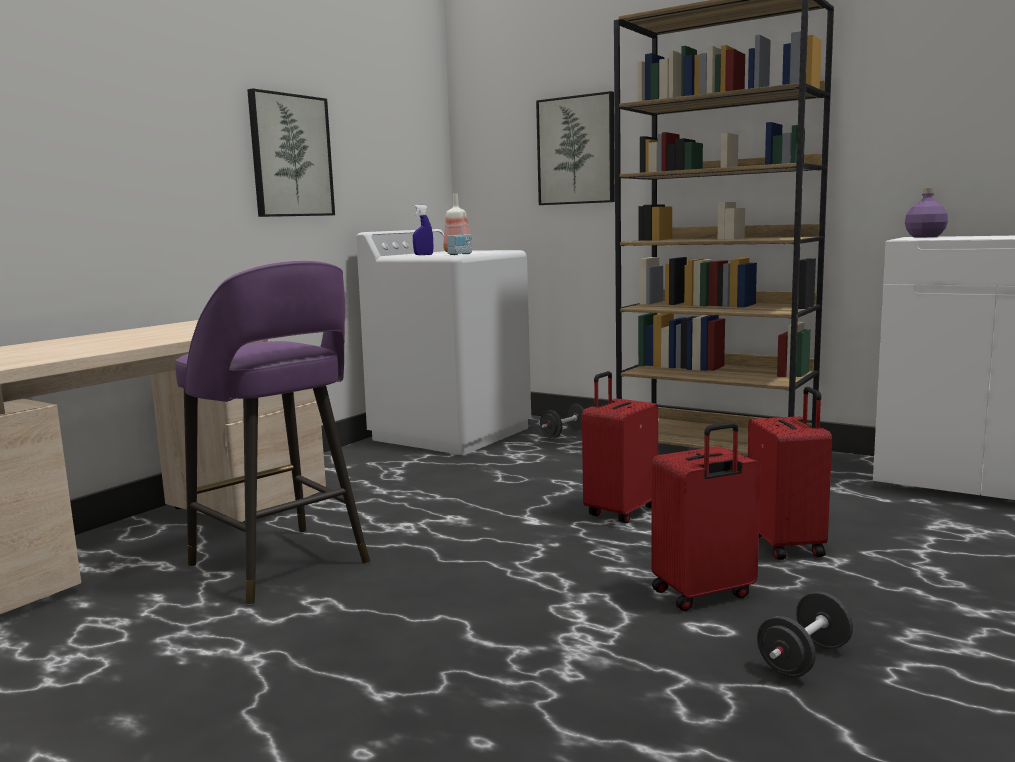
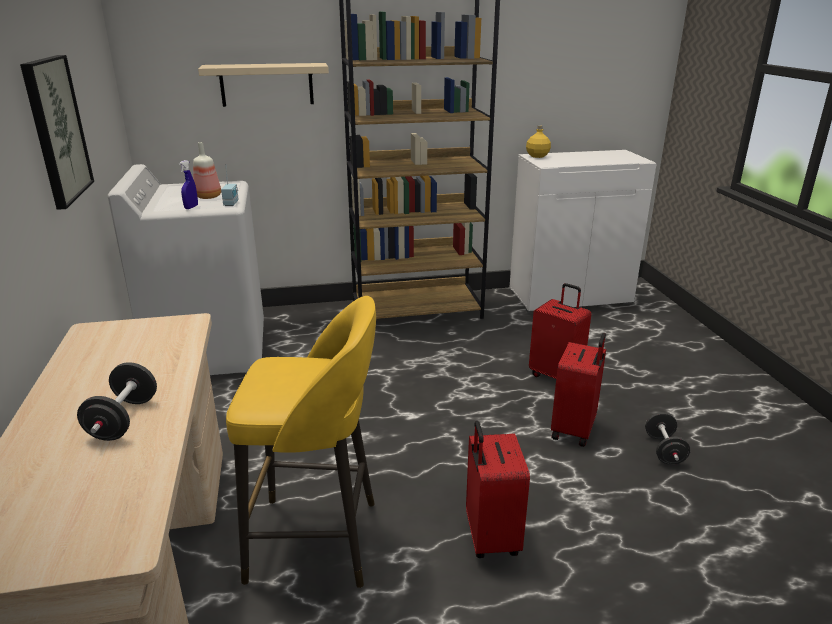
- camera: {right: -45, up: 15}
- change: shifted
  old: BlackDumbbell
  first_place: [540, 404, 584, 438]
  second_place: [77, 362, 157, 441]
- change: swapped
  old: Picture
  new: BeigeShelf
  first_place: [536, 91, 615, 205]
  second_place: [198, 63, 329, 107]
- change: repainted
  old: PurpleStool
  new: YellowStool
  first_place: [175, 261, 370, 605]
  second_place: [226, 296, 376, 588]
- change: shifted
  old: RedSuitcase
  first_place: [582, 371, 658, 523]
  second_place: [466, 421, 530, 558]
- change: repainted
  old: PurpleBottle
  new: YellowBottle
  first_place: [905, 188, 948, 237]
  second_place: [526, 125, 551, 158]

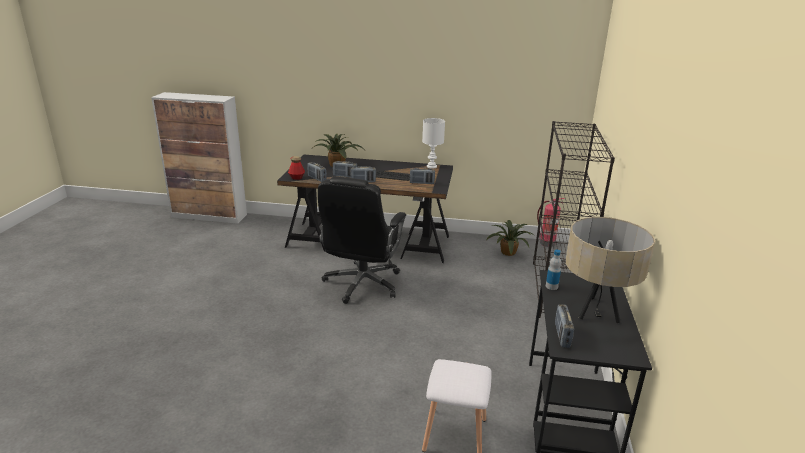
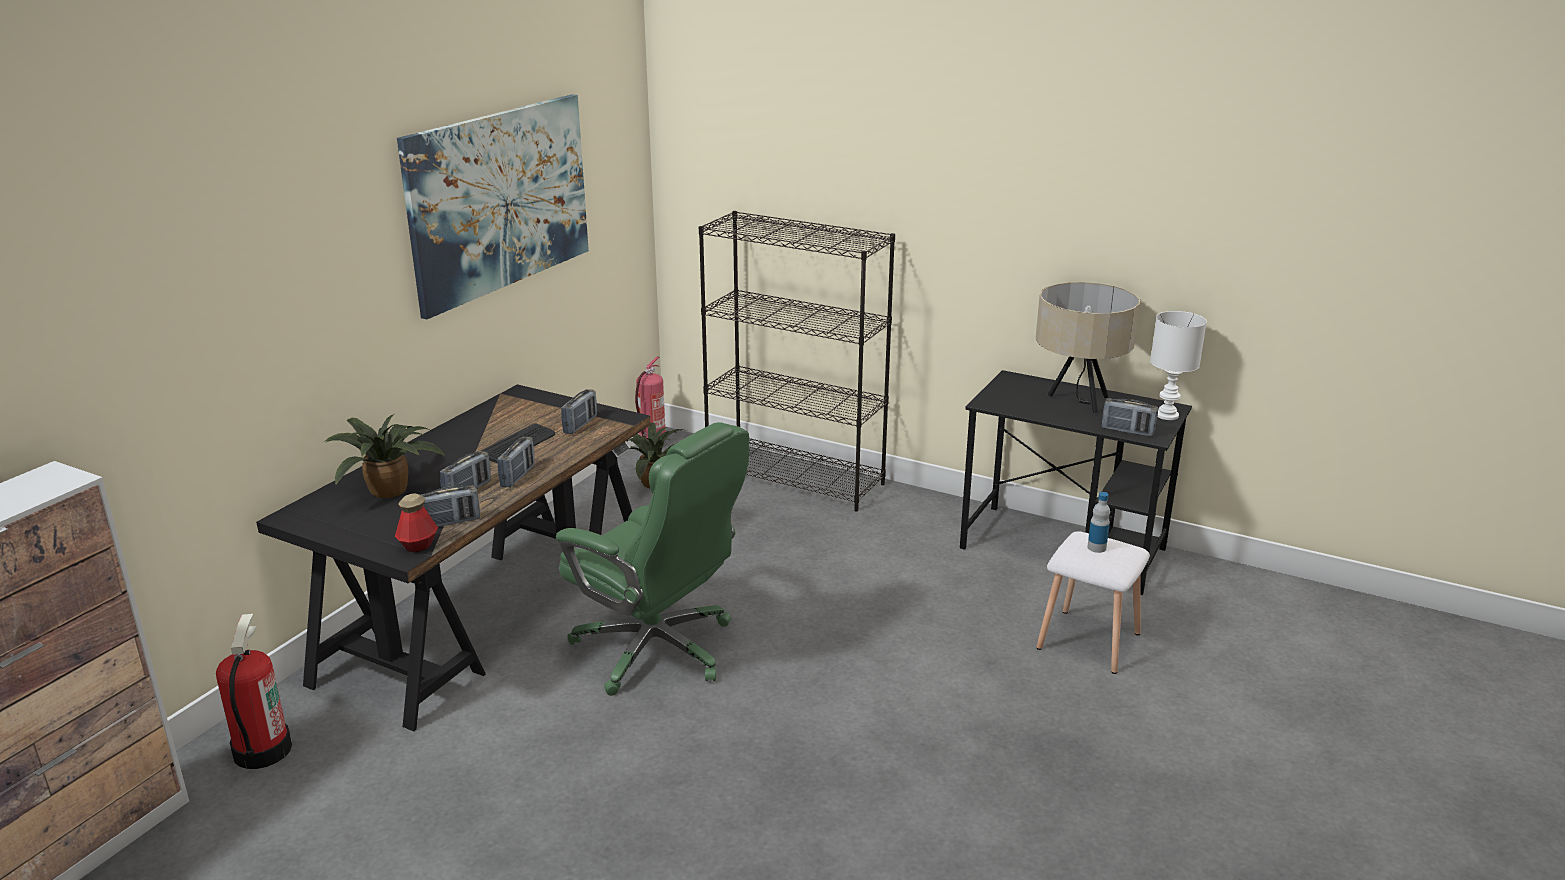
- camera: {right: -70, up: 0}
- change: new
  new: FireExtinguisher
  second_place: [216, 614, 292, 769]
- change: new
  new: Picture
  second_place: [397, 94, 589, 319]
- change: repainted
  old: BlackOfficeChair
  new: GreenOfficeChair
  first_place: [318, 176, 406, 304]
  second_place: [556, 422, 749, 696]
- change: shifted
  old: Bottle
  first_place: [546, 250, 561, 290]
  second_place: [1087, 492, 1110, 553]
- change: shifted
  old: WhiteTableLamp
  first_place: [422, 118, 445, 169]
  second_place: [1150, 311, 1207, 420]

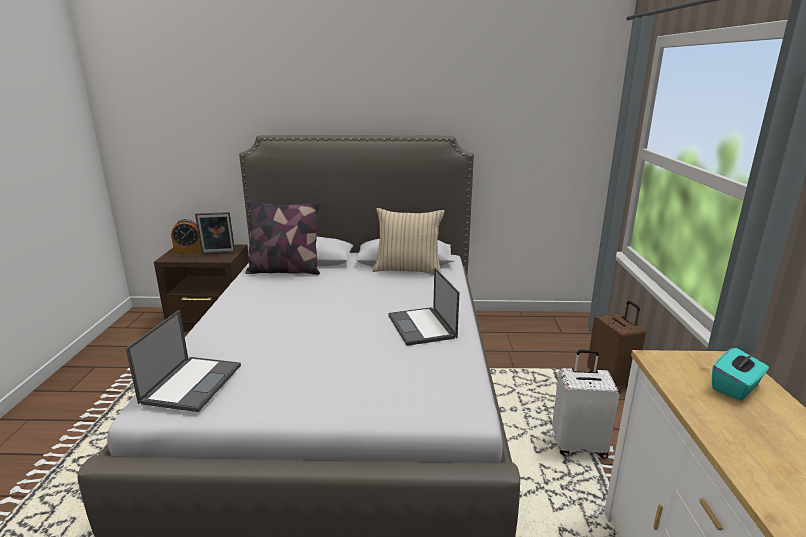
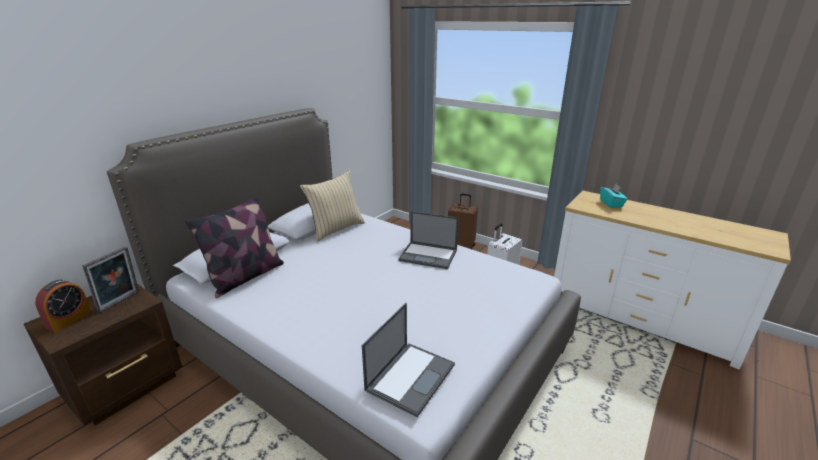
- camera: {right: -55, up: 5}
- change: rotated
  old: Laptop
  first_place: [126, 310, 241, 412]
  second_place: [362, 303, 455, 417]
  degrees: 75

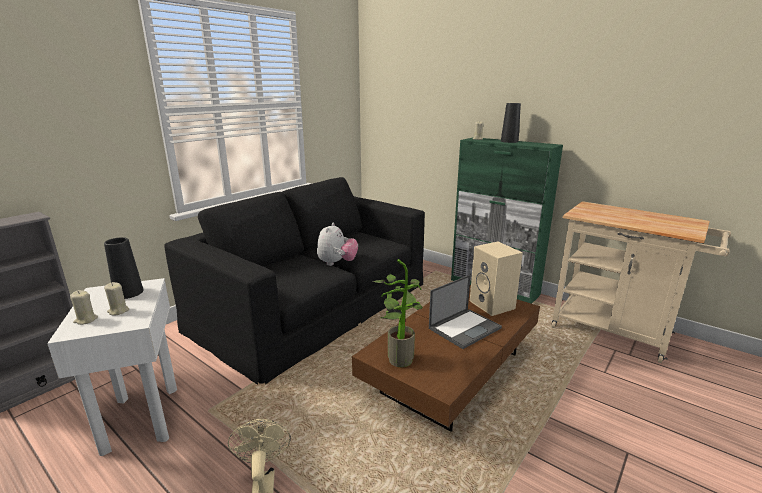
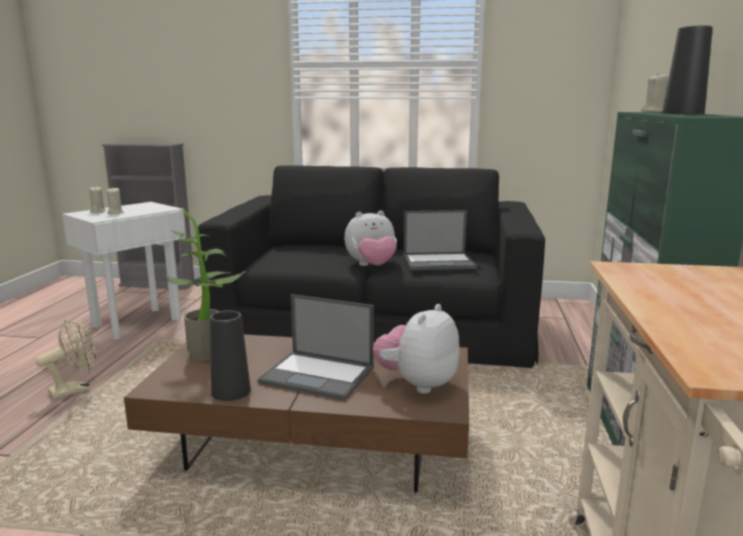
- camera: {right: 60, up: -5}
- change: shifted
  old: BlackVase
  first_place: [104, 237, 143, 299]
  second_place: [210, 310, 251, 401]
- change: swapped
  old: BeigeSpeaker
  new: PlushToy
  first_place: [470, 241, 523, 316]
  second_place: [373, 304, 460, 394]
- change: new
  new: Laptop
  second_place: [404, 210, 477, 270]

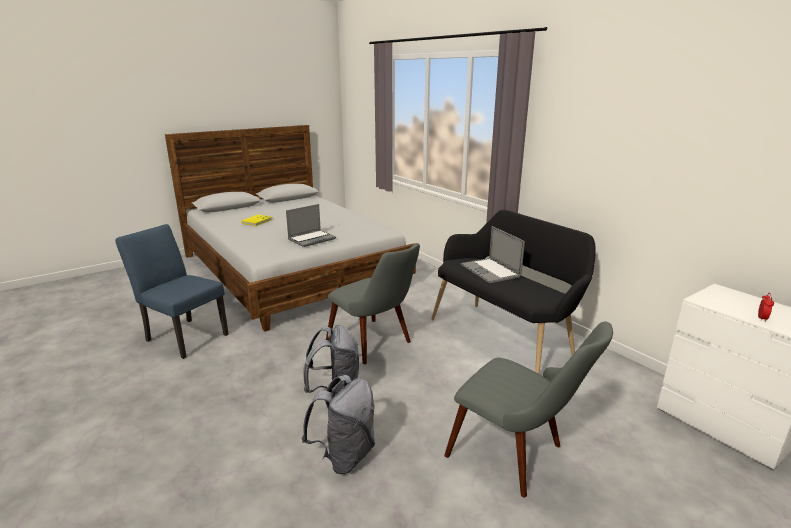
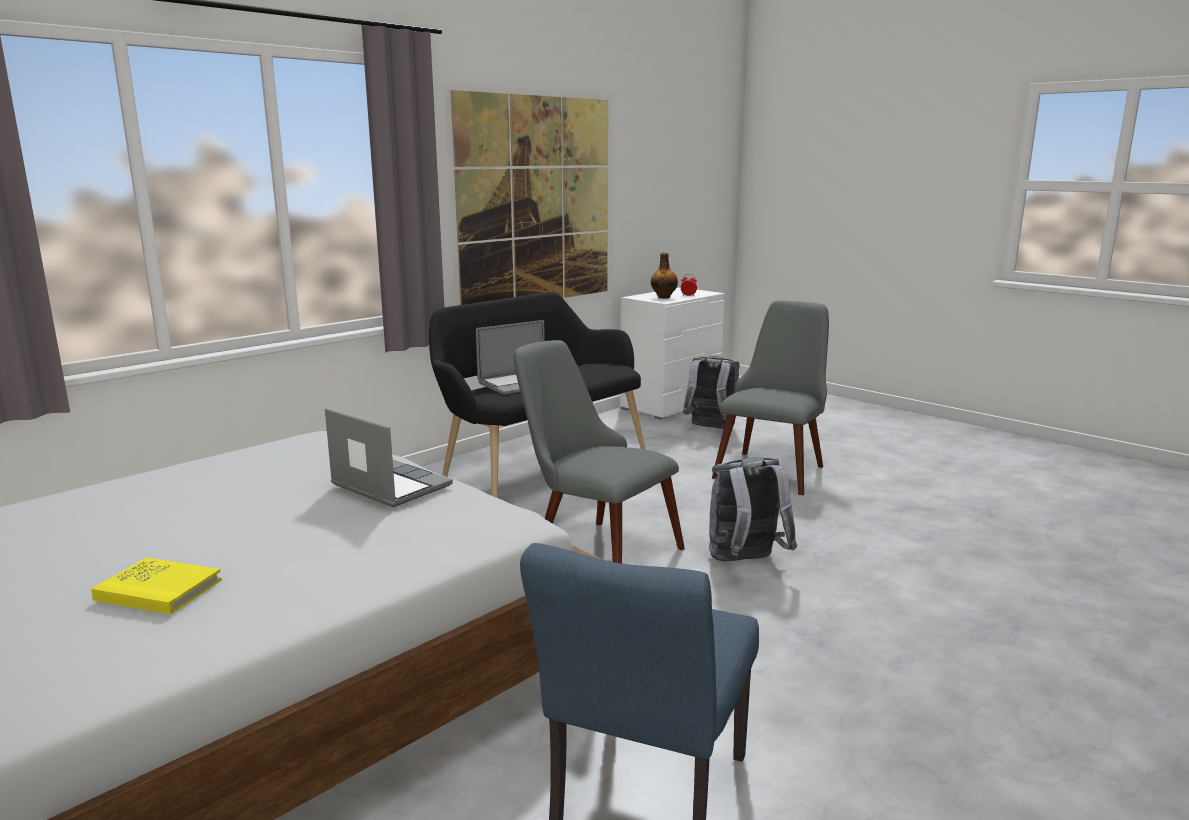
- camera: {right: -100, up: -5}
- change: new
  new: Picture
  second_place: [450, 90, 608, 305]
- change: rotated
  old: GreyChair
  first_place: [326, 243, 420, 364]
  second_place: [514, 340, 685, 563]
  degrees: -90
- change: new
  new: Bottle
  second_place: [651, 253, 678, 298]
- change: shifted
  old: GreyBackpack
  first_place: [302, 375, 375, 474]
  second_place: [683, 355, 740, 429]

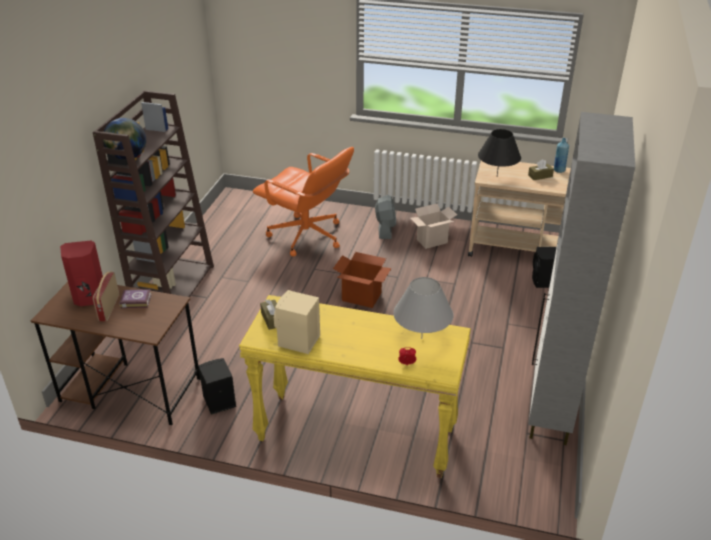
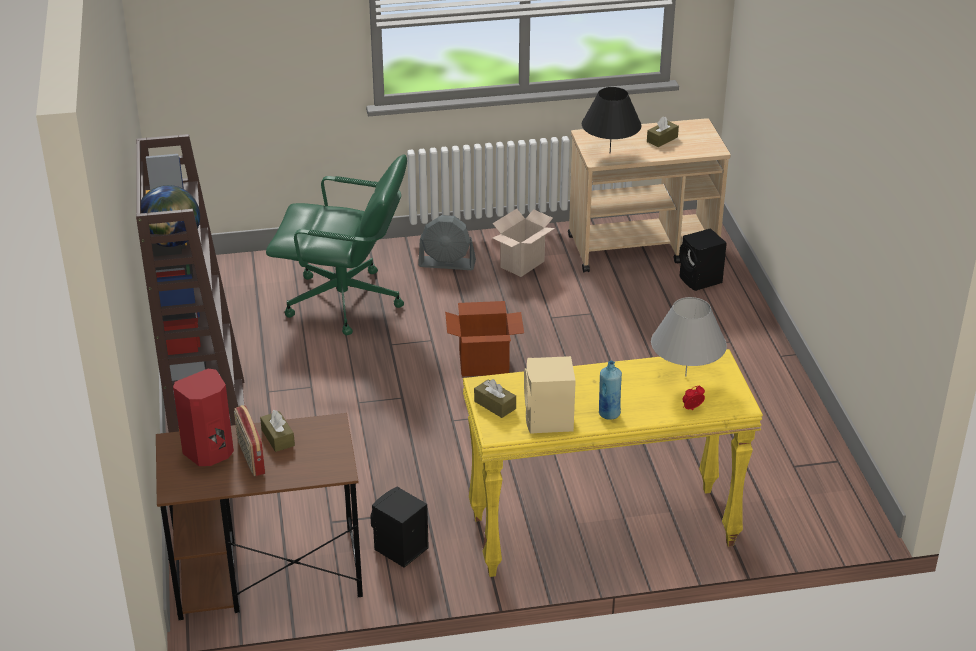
- camera: {right: -25, up: 0}
- change: swapped
  old: Book
  new: BrownTissueBox
  first_place: [119, 289, 152, 308]
  second_place: [260, 409, 295, 452]
- change: repainted
  old: OrangeOfficeChair
  new: GreenOfficeChair
  first_place: [253, 147, 354, 256]
  second_place: [266, 154, 407, 335]
- change: rotated
  old: GreyFan
  first_place: [375, 195, 396, 239]
  second_place: [418, 215, 476, 270]
  degrees: 120
- change: shifted
  old: BlueBottle
  first_place: [554, 138, 569, 173]
  second_place: [599, 361, 622, 420]
- change: gone
  old: GreyCabinet
  first_place: [528, 112, 635, 445]

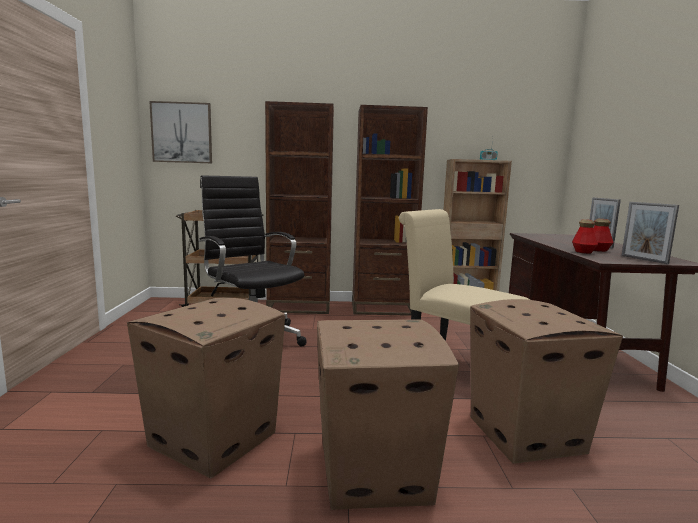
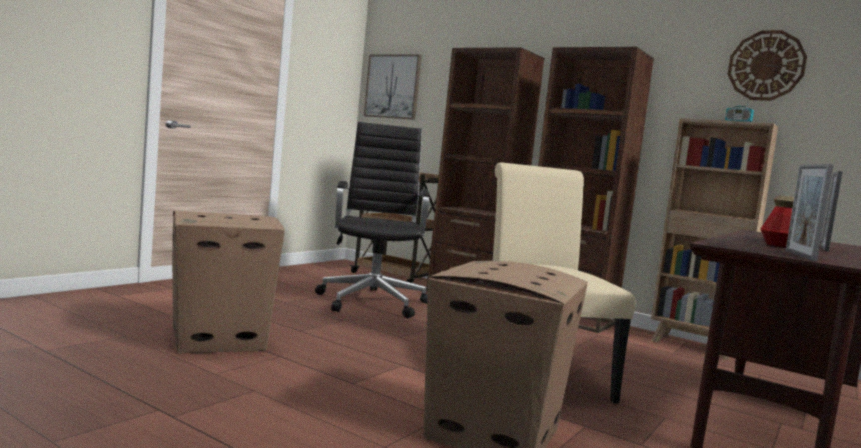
- camera: {right: 35, up: -5}
- change: new
  new: WallClock
  second_place: [728, 30, 807, 101]
- change: gone
  old: CardboardBox
  first_place: [317, 319, 459, 510]
- change: gone
  old: Bottle
  first_place: [572, 219, 598, 254]

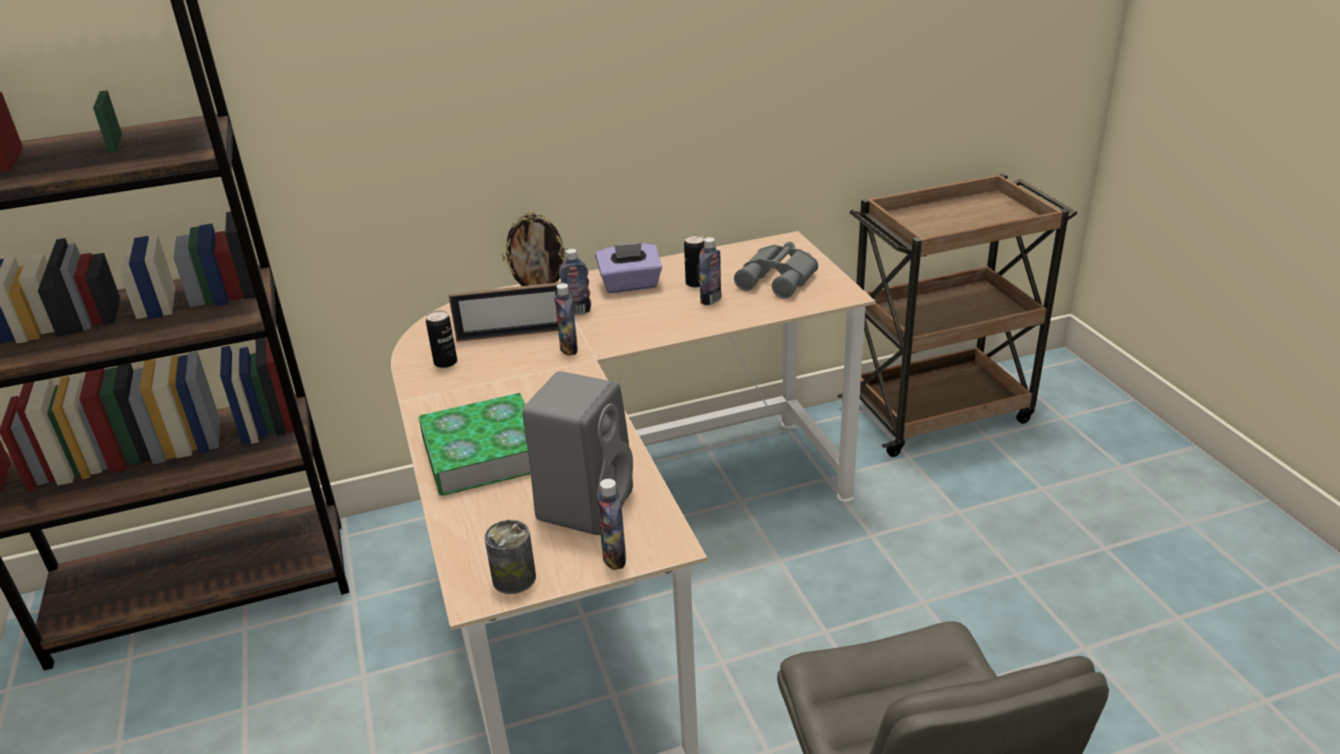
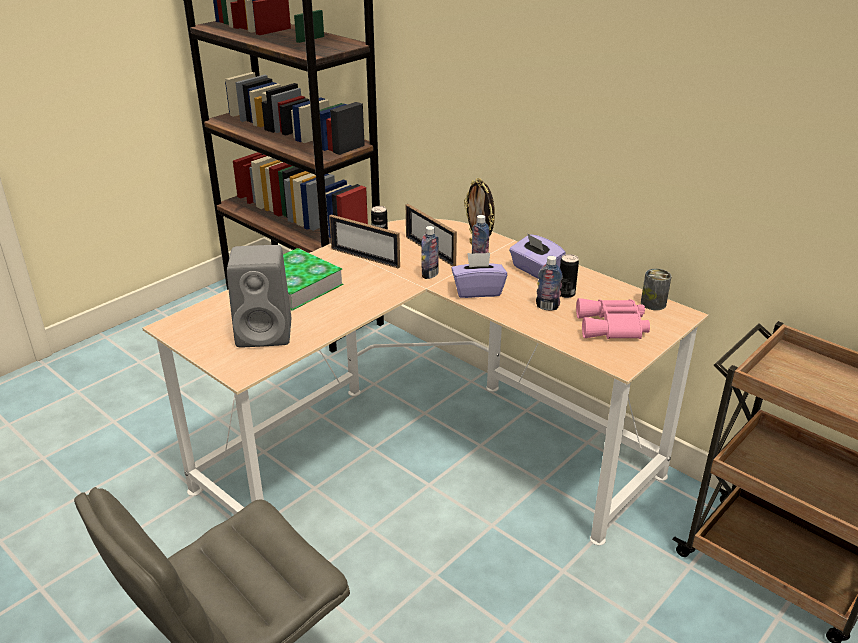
- camera: {right: 60, up: 0}
- change: new
  new: PictureFrame
  second_place: [329, 215, 400, 269]
- change: new
  new: PurpleTissueBox
  second_place: [451, 253, 507, 298]
- change: repainted
  old: GreyBinoculars
  new: PinkBinoculars
  first_place: [734, 242, 818, 299]
  second_place: [576, 298, 650, 339]
- change: shifted
  old: Can
  first_place: [485, 520, 536, 594]
  second_place: [641, 269, 671, 310]
- change: gone
  old: Bottle
  first_place: [597, 479, 626, 570]

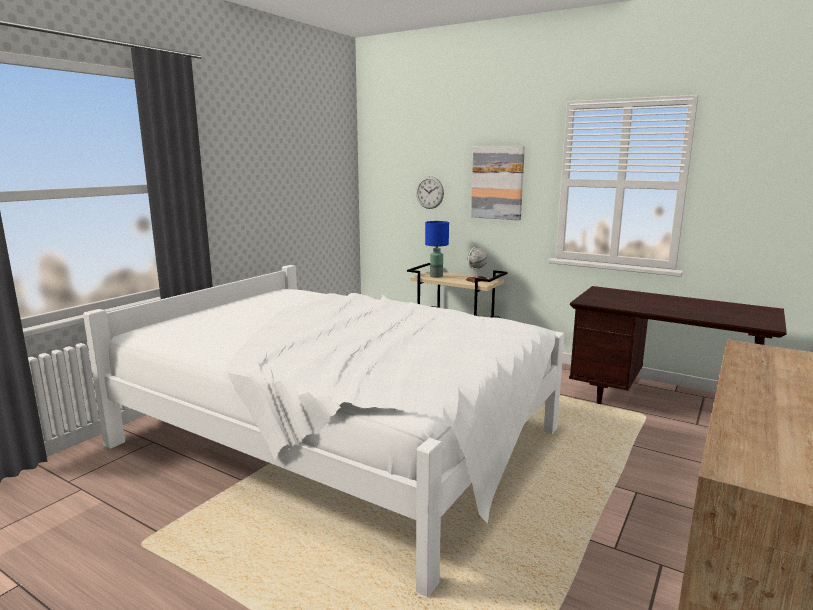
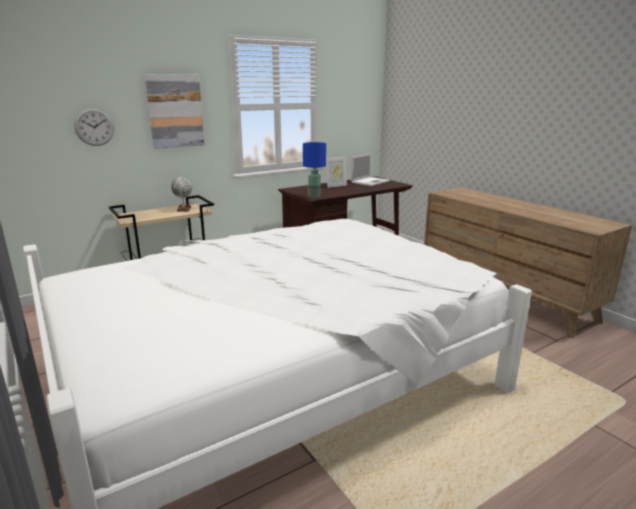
- camera: {right: -65, up: 5}
- change: shifted
  old: BlueTableLamp
  first_place: [425, 221, 449, 278]
  second_place: [303, 142, 326, 198]
- change: new
  new: PictureFrame
  second_place: [326, 156, 347, 188]
- change: new
  new: Laptop
  second_place: [351, 153, 390, 186]

